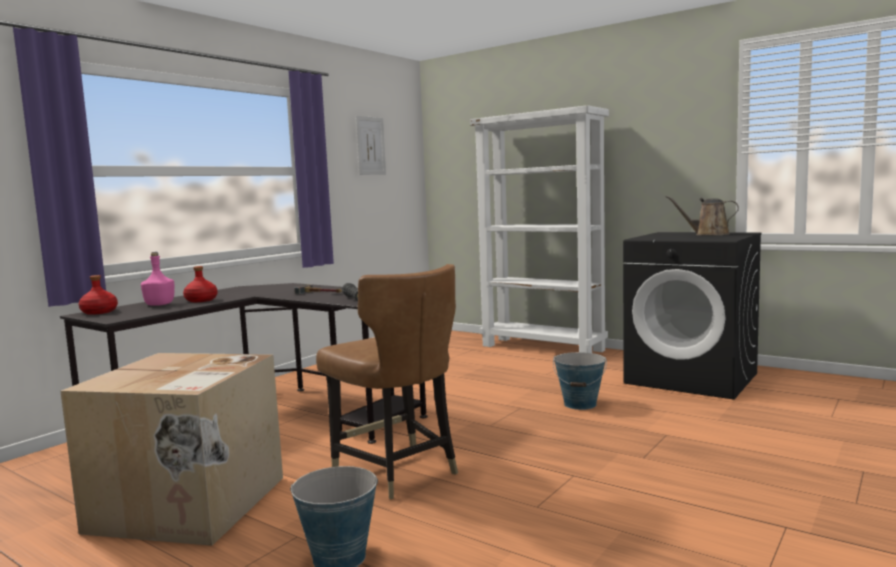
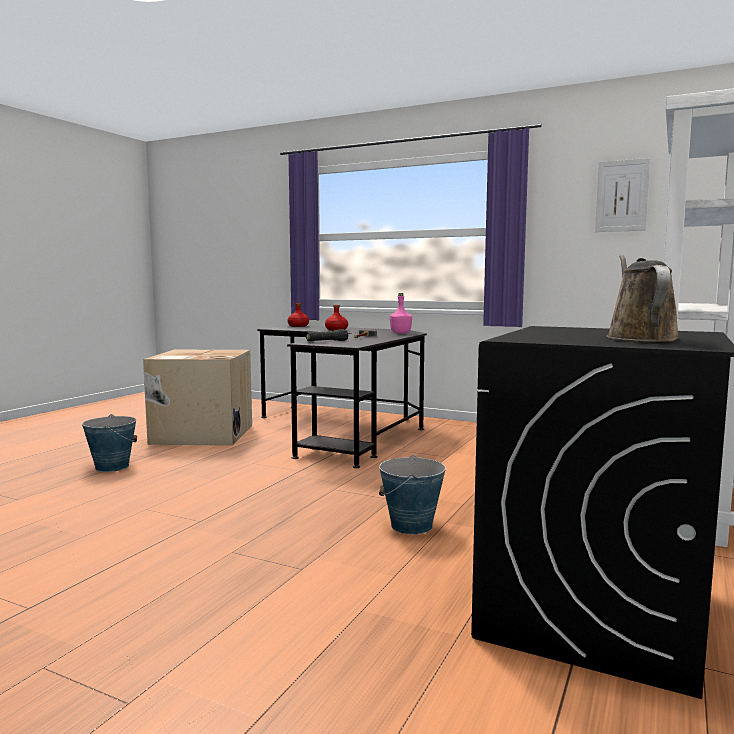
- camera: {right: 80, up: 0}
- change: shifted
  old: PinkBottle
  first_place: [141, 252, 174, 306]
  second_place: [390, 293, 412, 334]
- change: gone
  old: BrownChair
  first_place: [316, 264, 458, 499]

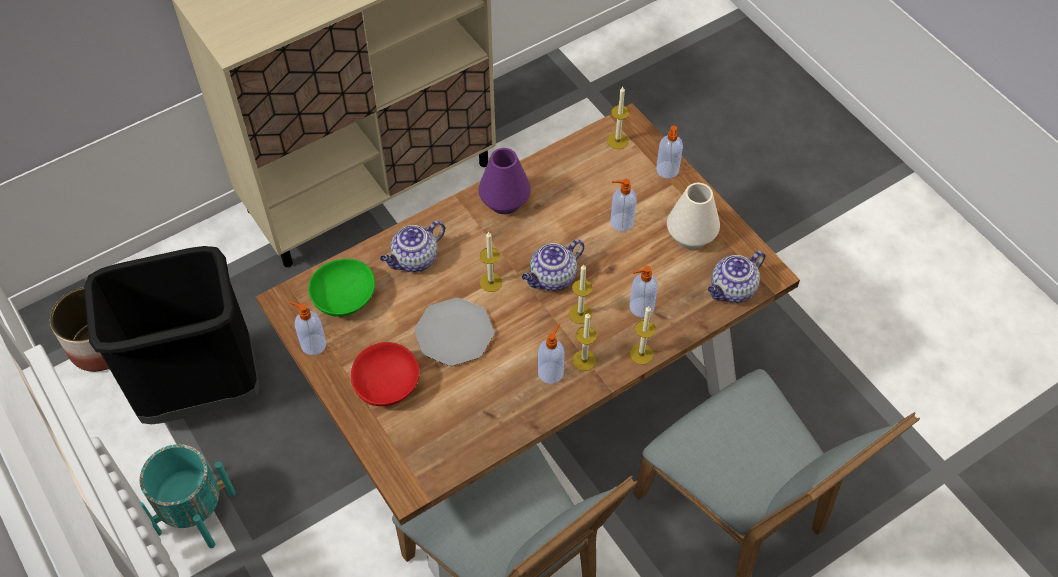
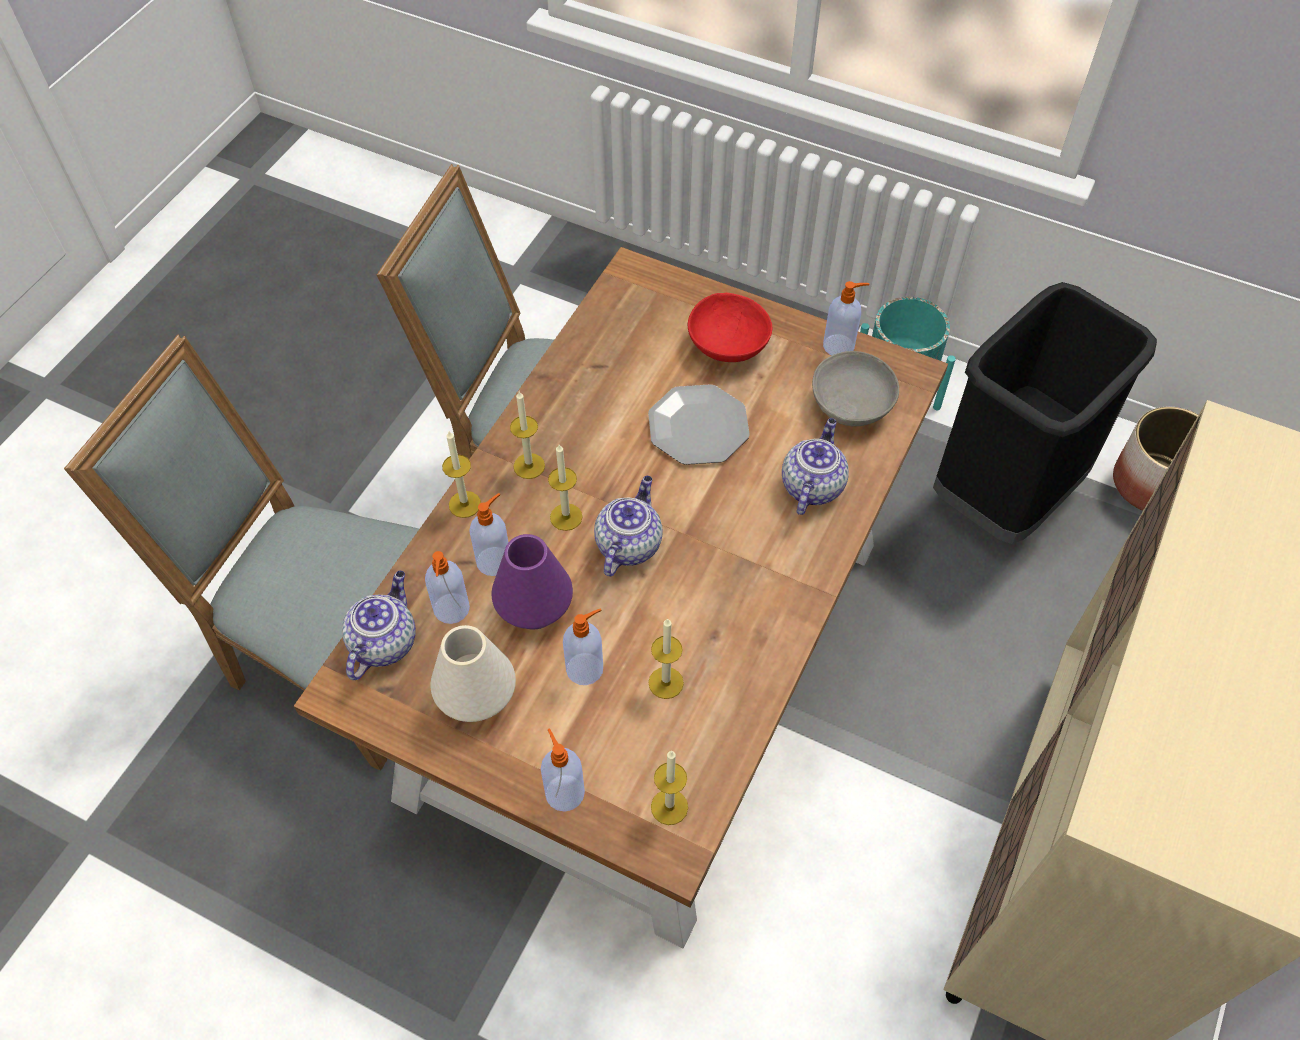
- camera: {right: 150, up: 0}
- change: shifted
  old: SoapDispenser
  first_place: [538, 324, 565, 384]
  second_place: [425, 551, 470, 624]
- change: shifted
  old: PurpleVase
  first_place: [479, 148, 531, 214]
  second_place: [491, 534, 573, 629]
- change: shifted
  old: Candle
  first_place: [480, 231, 502, 292]
  second_place: [648, 618, 684, 699]
- change: repainted
  old: GreenBowl
  new: GreyBowl
  first_place: [308, 259, 375, 317]
  second_place: [812, 351, 899, 426]

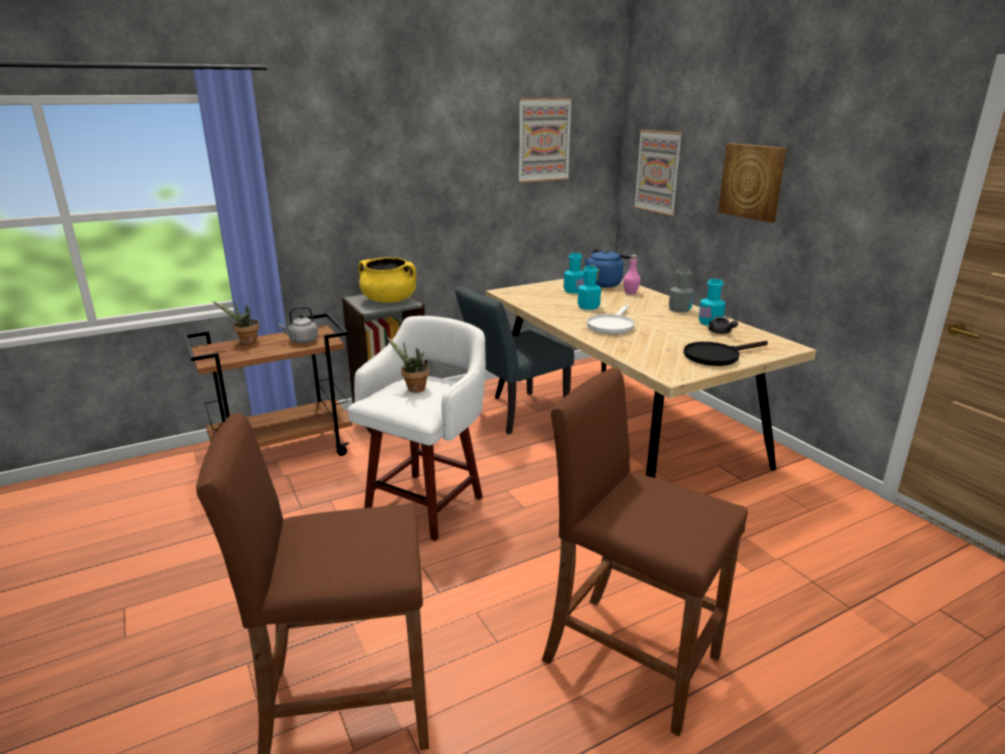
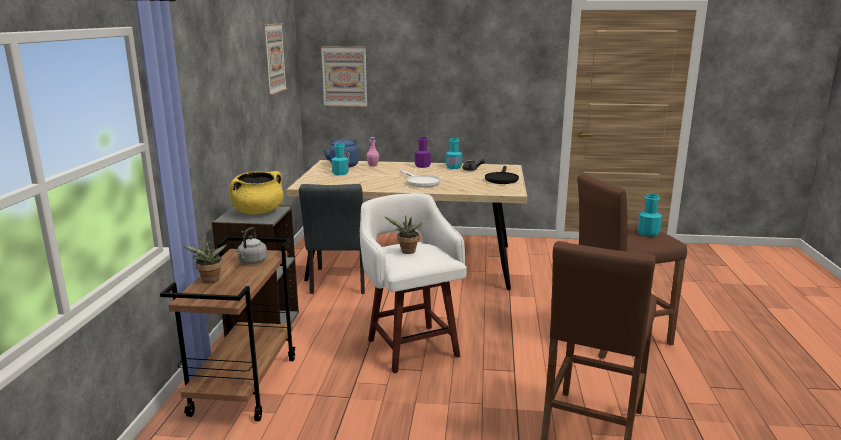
- camera: {right: -55, up: -5}
- change: repainted
  old: GreyBottle
  new: PurpleBottle
  first_place: [669, 268, 694, 313]
  second_place: [415, 137, 431, 168]
- change: shifted
  old: TurquoiseBottle
  first_place: [578, 266, 601, 310]
  second_place: [637, 194, 662, 237]
- change: gone
  old: Picture
  first_place: [718, 143, 787, 223]

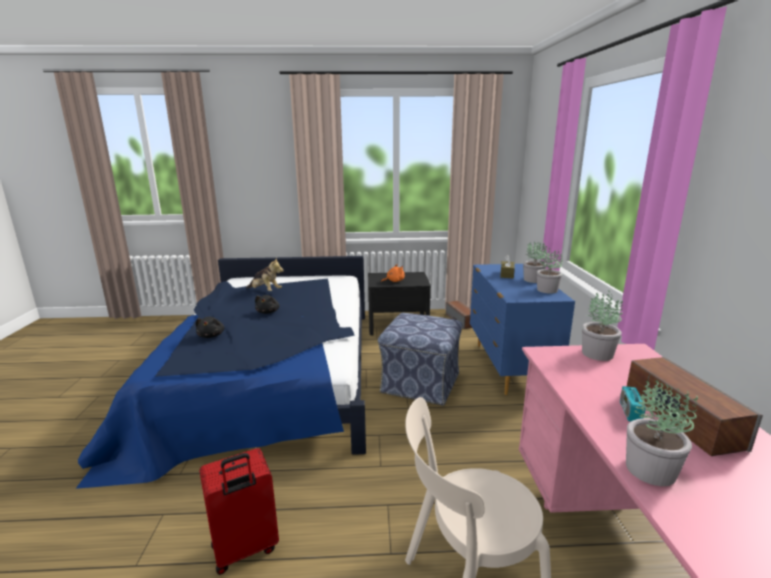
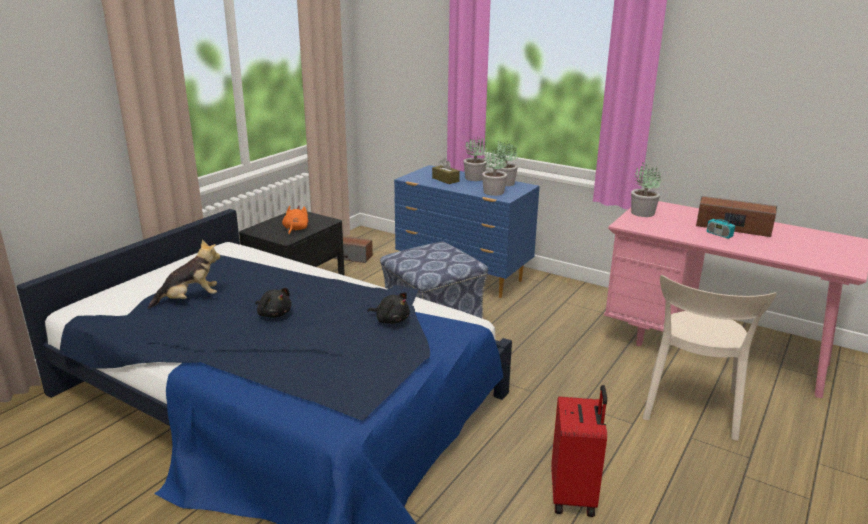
- camera: {right: -55, up: 5}
- change: shifted
  old: BlackPlushToy
  first_place: [195, 317, 224, 338]
  second_place: [367, 292, 410, 324]
- change: shifted
  old: PottedPlant
  first_place: [626, 380, 698, 486]
  second_place: [482, 150, 507, 196]

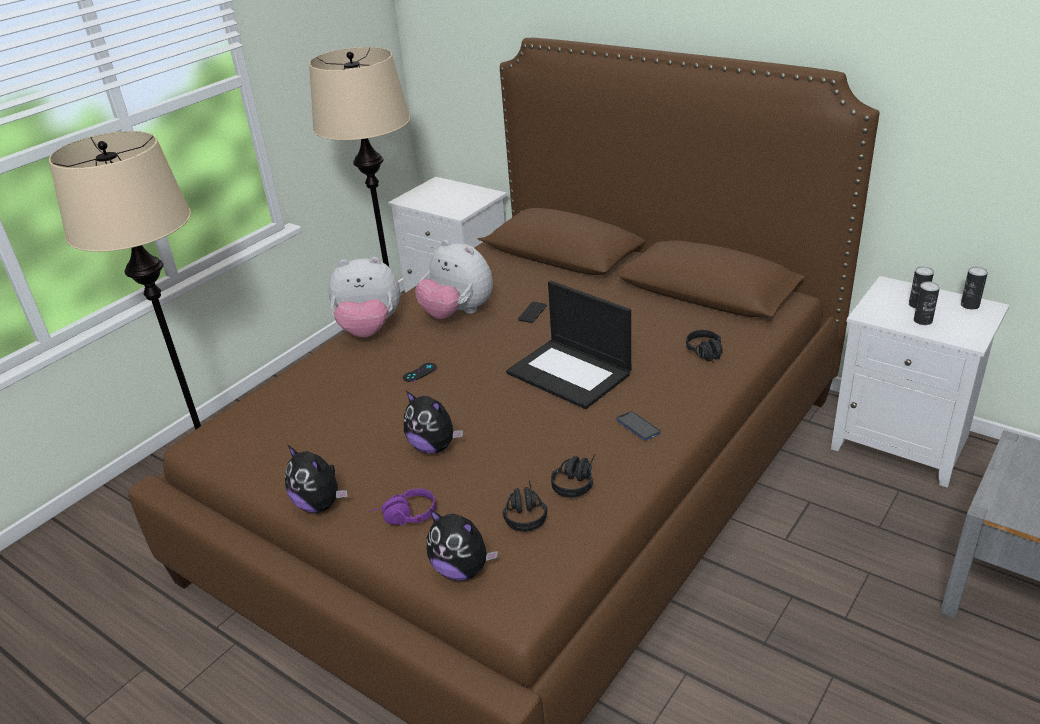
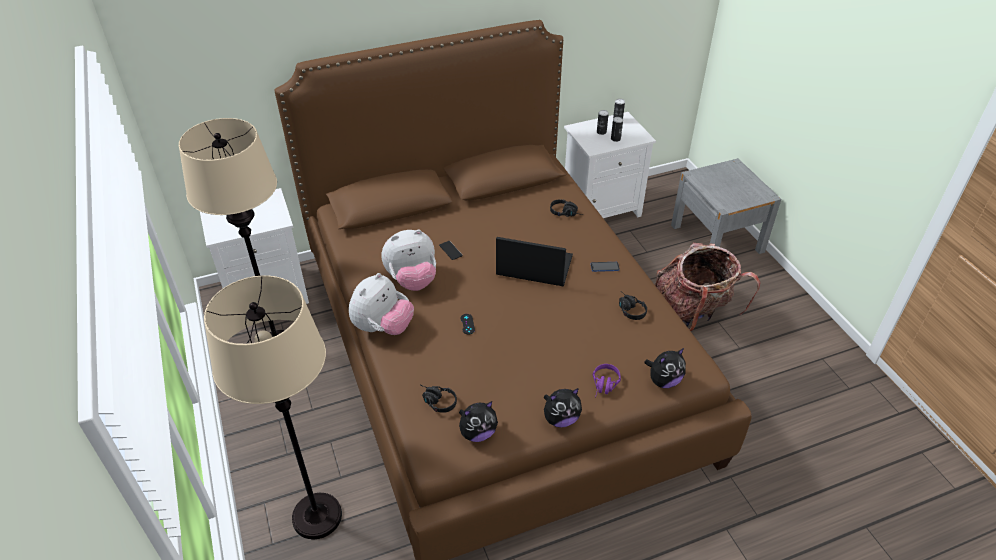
- camera: {right: -60, up: 10}
- change: shifted
  old: BlackHeadphones
  first_place: [502, 480, 547, 532]
  second_place: [421, 385, 457, 413]
- change: shifted
  old: PlushToy
  first_place: [404, 391, 463, 453]
  second_place: [459, 401, 498, 442]
- change: rotated
  old: Laptop
  first_place: [506, 281, 631, 409]
  second_place: [496, 237, 573, 286]
  degrees: -150
- change: new
  new: Backpack
  second_place: [655, 243, 760, 331]

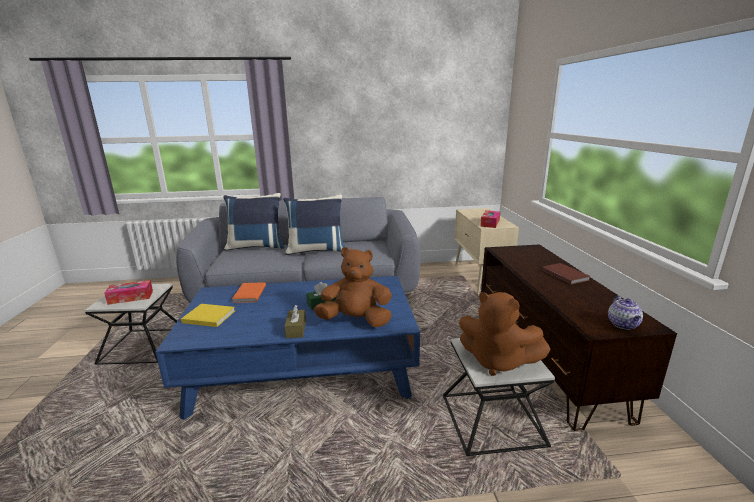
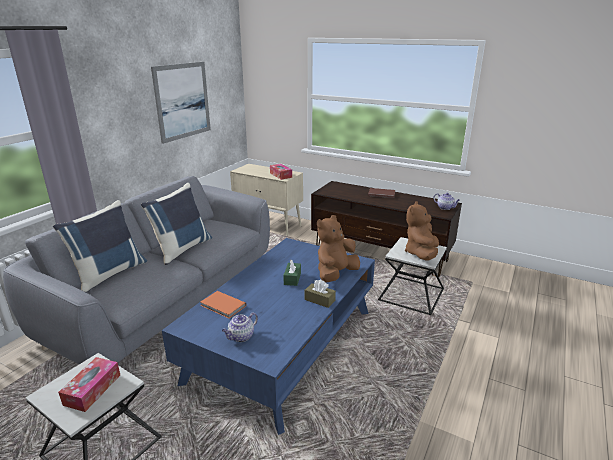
- camera: {right: -55, up: 5}
- change: new
  new: Picture
  second_place: [151, 62, 211, 144]
- change: swapped
  old: YellowBook
  new: Teapot
  first_place: [181, 304, 235, 327]
  second_place: [222, 312, 258, 342]
- change: rotated
  old: BrownPlushToy
  first_place: [459, 292, 551, 376]
  second_place: [405, 201, 439, 261]
  degrees: 135

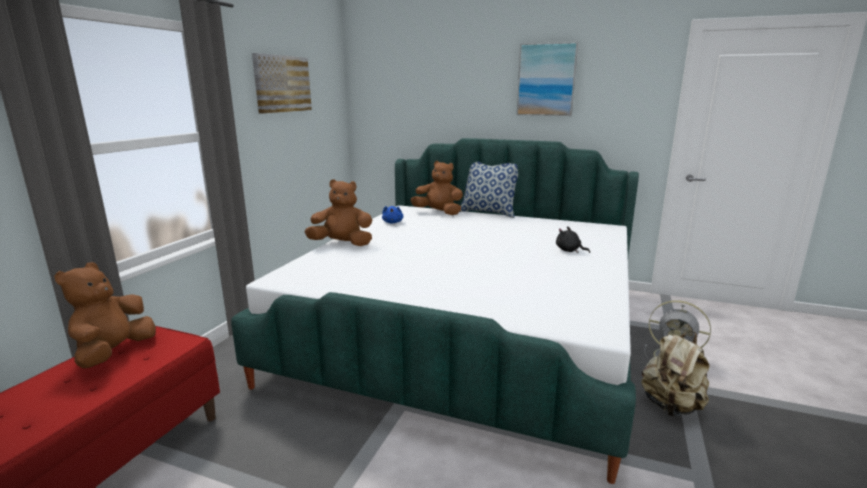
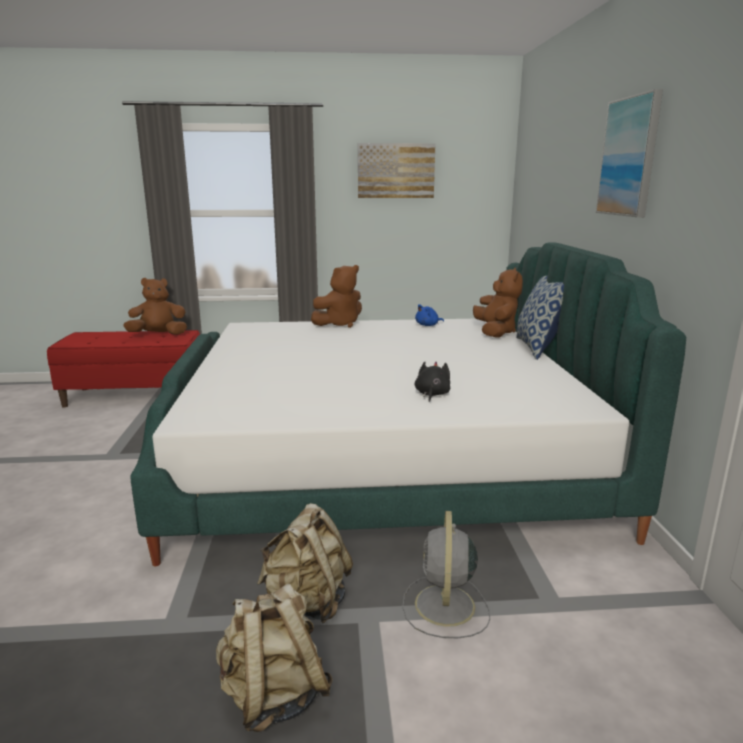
- camera: {right: 65, up: 0}
- change: new
  new: BeigeBackpack
  second_place: [216, 583, 333, 732]
- change: rotated
  old: BrownPlushToy
  first_place: [304, 179, 372, 246]
  second_place: [311, 265, 362, 328]
  degrees: 75

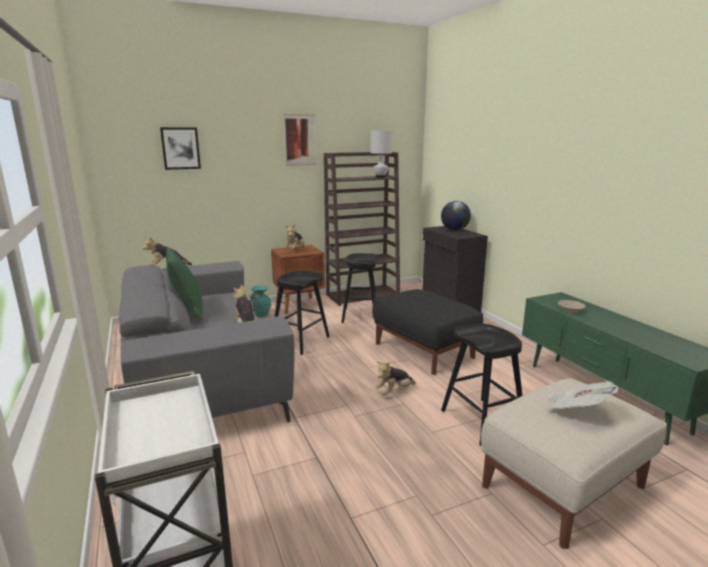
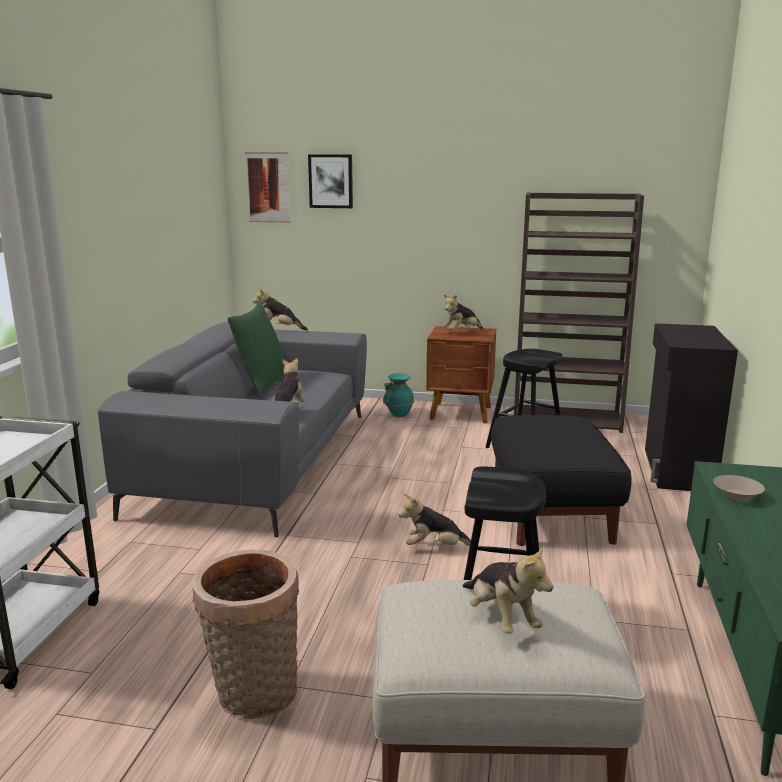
- camera: {right: 35, up: 0}
- change: new
  new: Basket
  second_place: [192, 549, 299, 719]
- change: shifted
  old: Picture
  first_place: [283, 114, 316, 166]
  second_place: [245, 152, 291, 223]
- change: swapped
  old: Newspaper
  new: PlushToy
  first_place: [548, 382, 619, 409]
  second_place: [463, 546, 554, 634]
- change: gone
  old: BlackStool
  first_place: [274, 270, 330, 355]
- change: gone
  old: WhiteTableLamp
  first_place: [371, 131, 392, 178]
- change: gone
  old: Globe
  first_place: [441, 201, 471, 231]

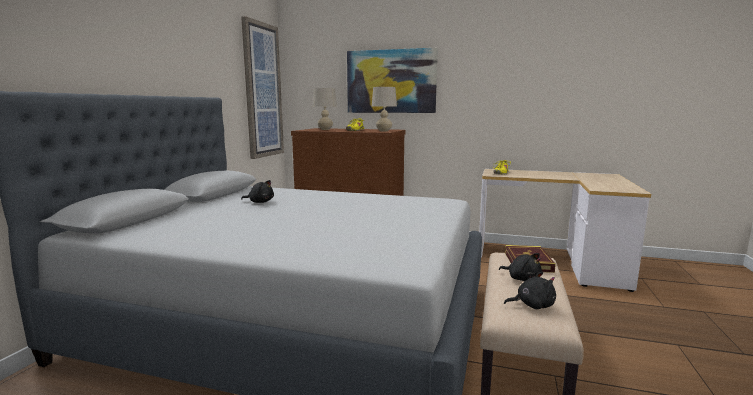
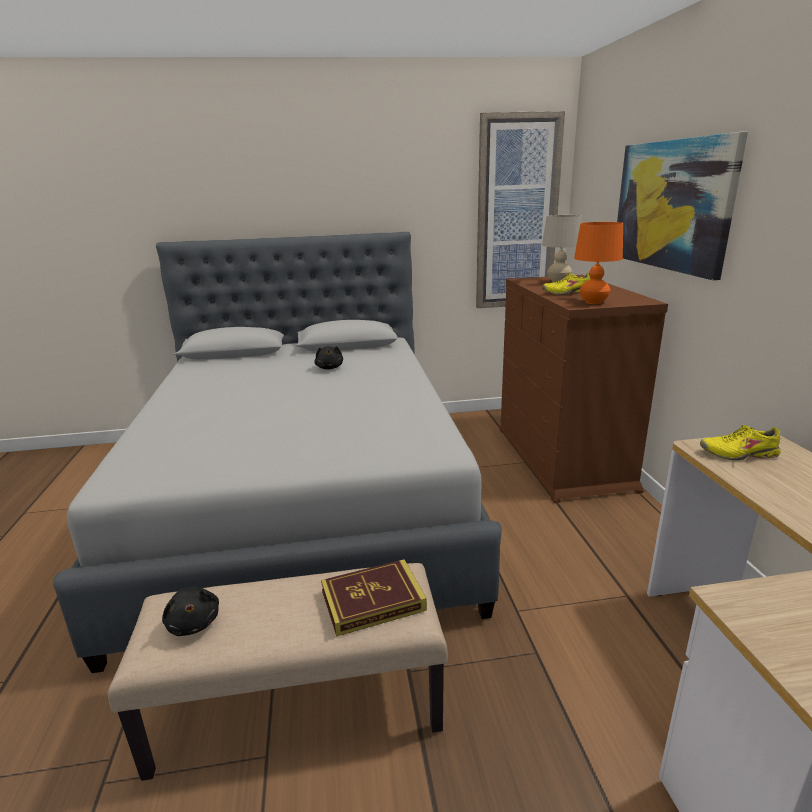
- camera: {right: 65, up: 10}
- change: repainted
  old: BeigeTableLamp
  new: OrangeTableLamp
  first_place: [372, 87, 397, 131]
  second_place: [574, 222, 623, 304]
- change: gone
  old: BlackPlushToy
  first_place: [499, 253, 542, 281]

